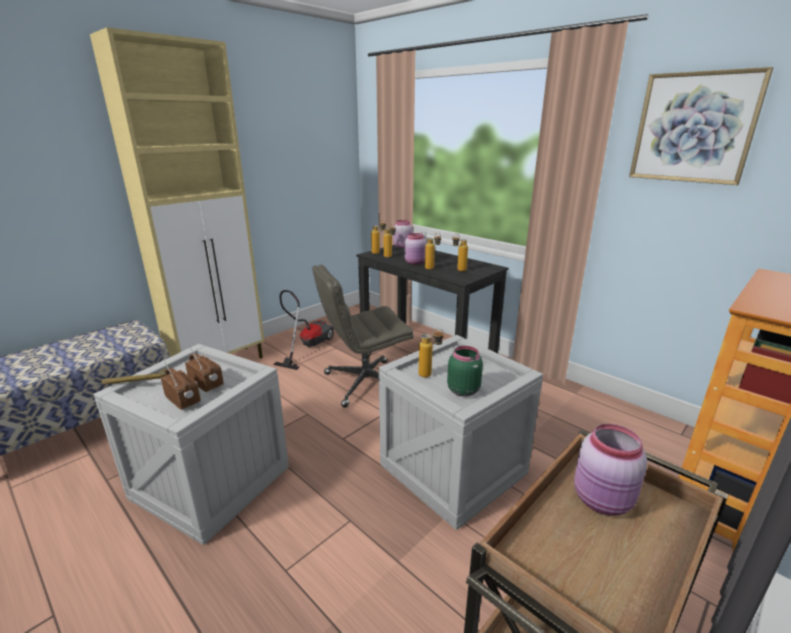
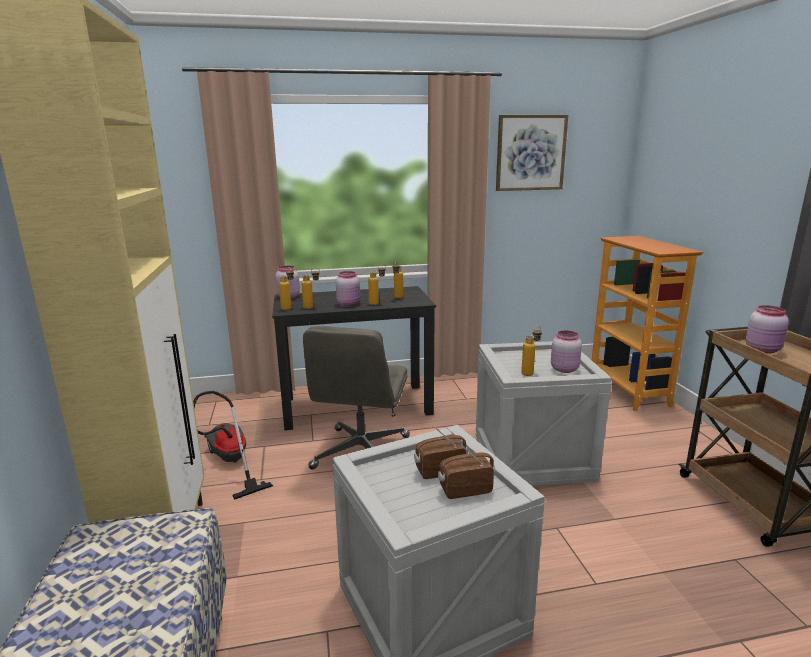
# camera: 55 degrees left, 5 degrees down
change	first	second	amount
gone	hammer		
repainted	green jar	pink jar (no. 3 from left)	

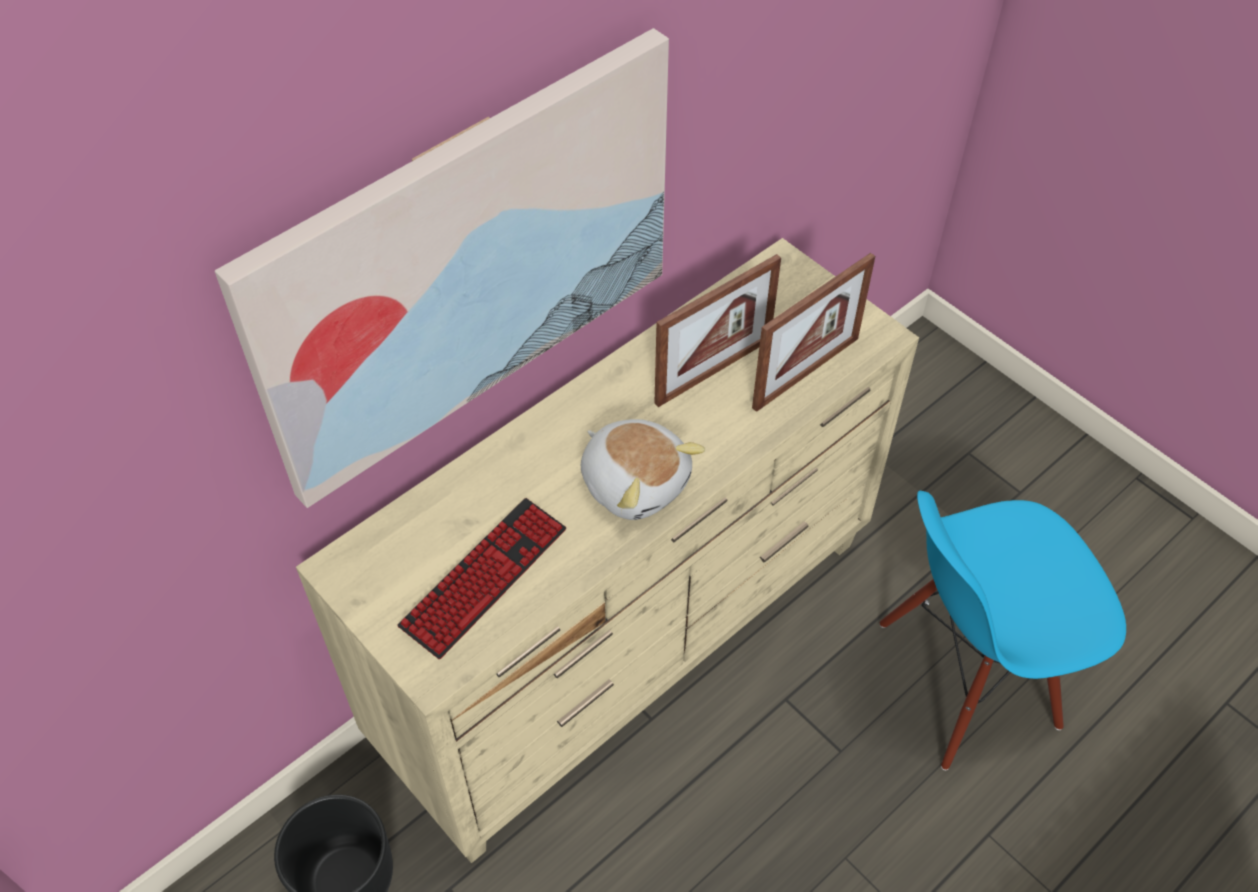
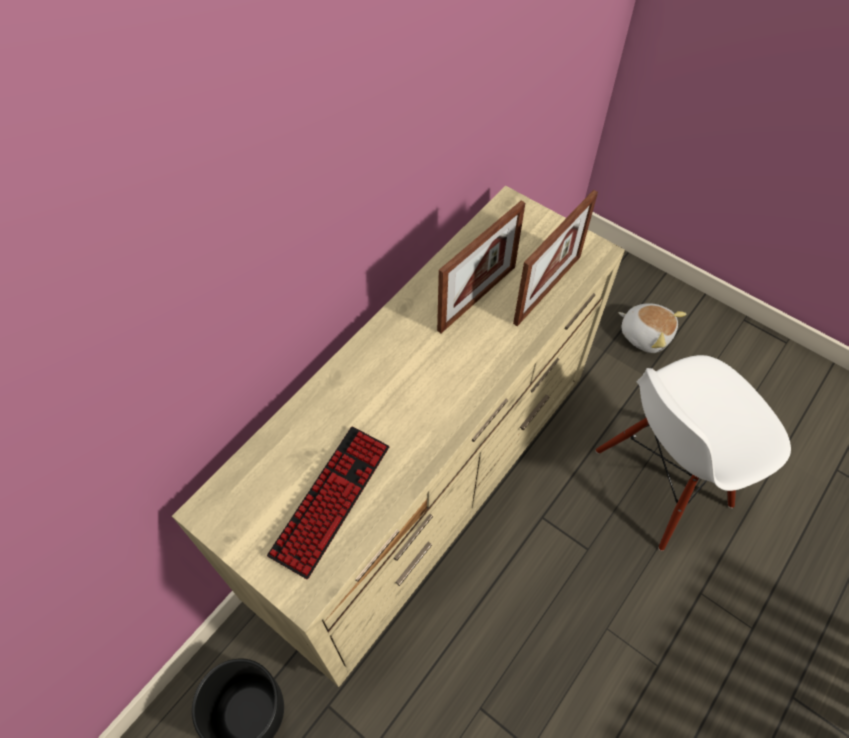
# camera: 10 degrees left, 5 degrees up
change	first	second	amount
gone	picture		
shifted	plush toy		
repainted	blue chair	white chair	

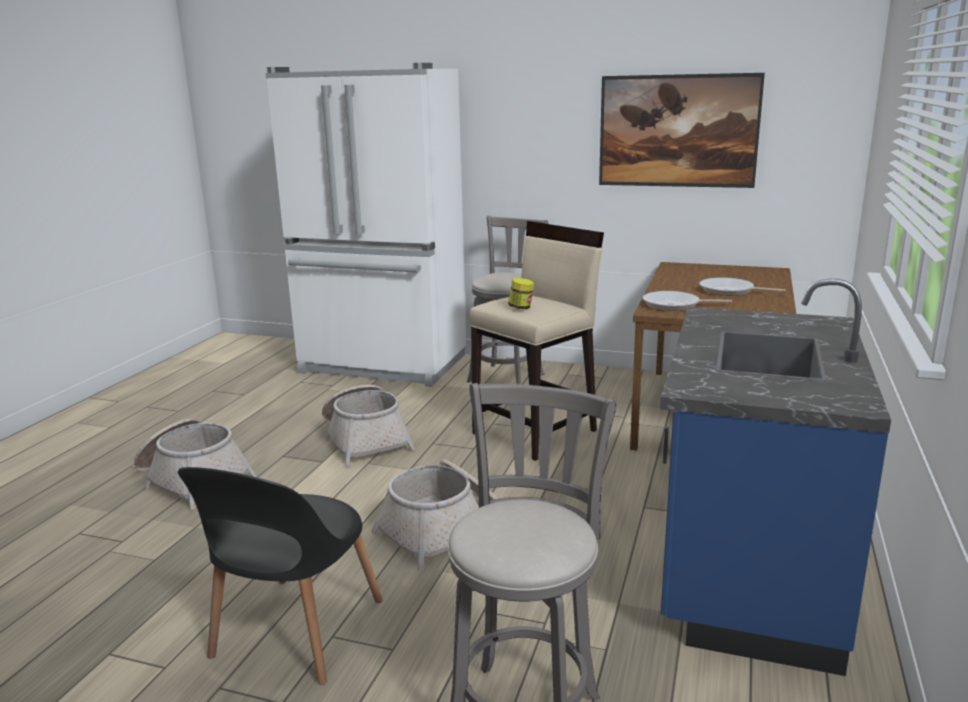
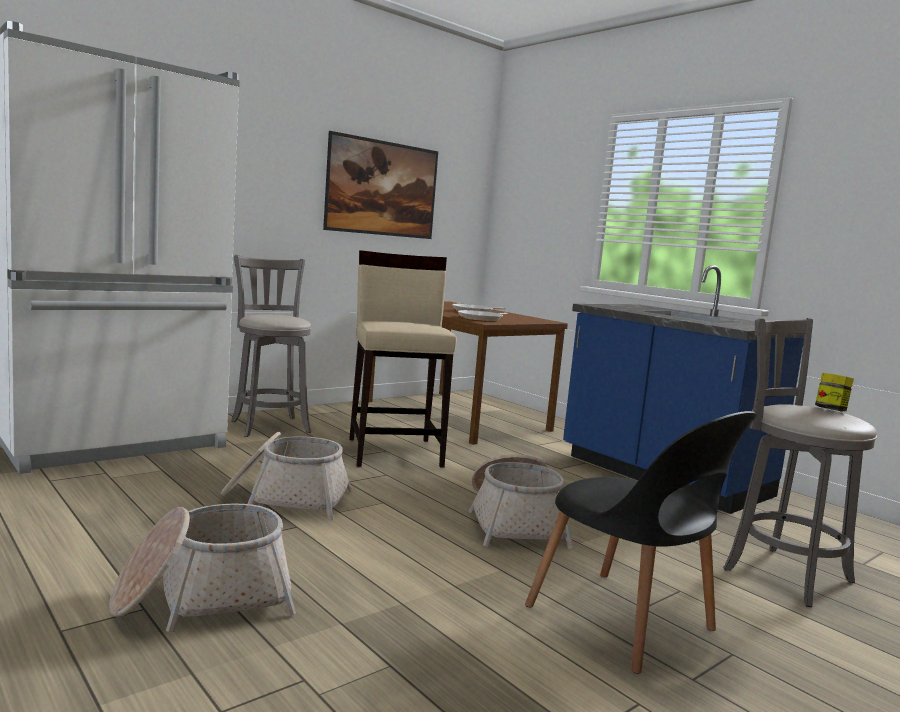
# camera: 60 degrees left, 10 degrees down
change	first	second	amount
shifted	jar		

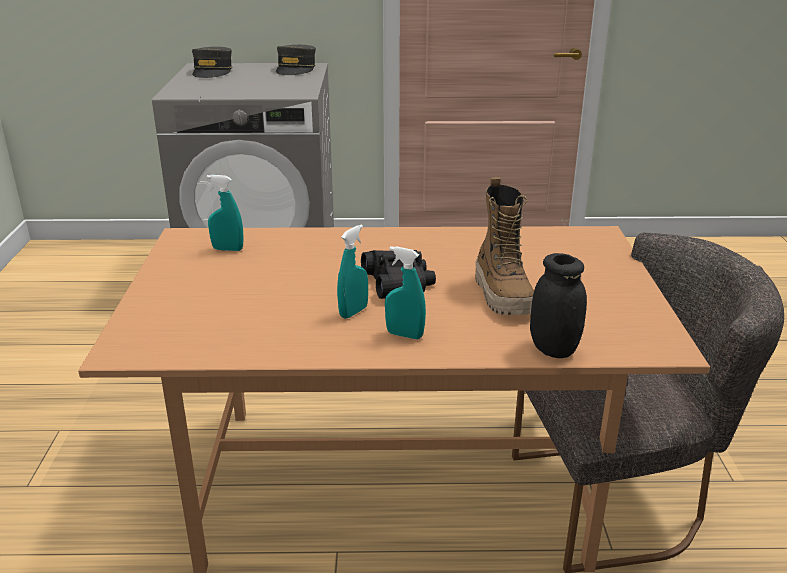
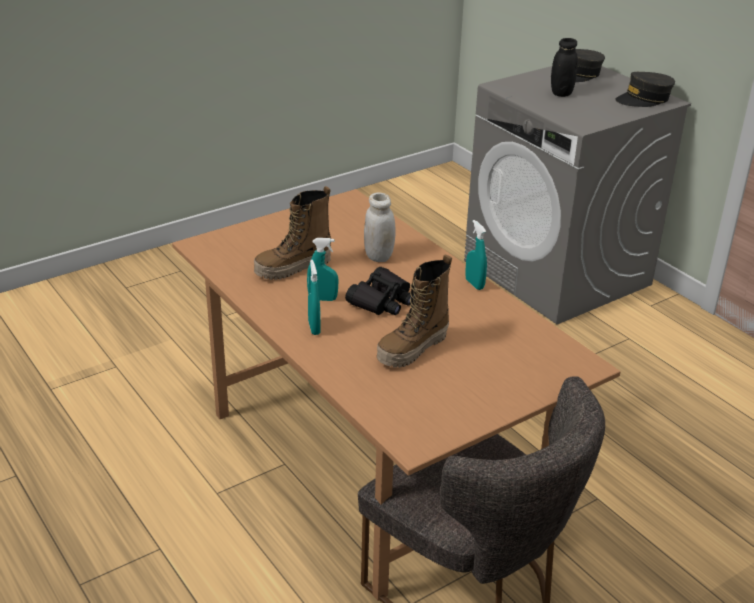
# camera: 55 degrees right, 5 degrees up
change	first	second	amount
shifted	turquoise spray bottle (no. 1 from left in the first image)	turquoise spray bottle (no. 3 from left)	
shifted	black jar		
new		boot (no. 1 from left)	
new		white jar	

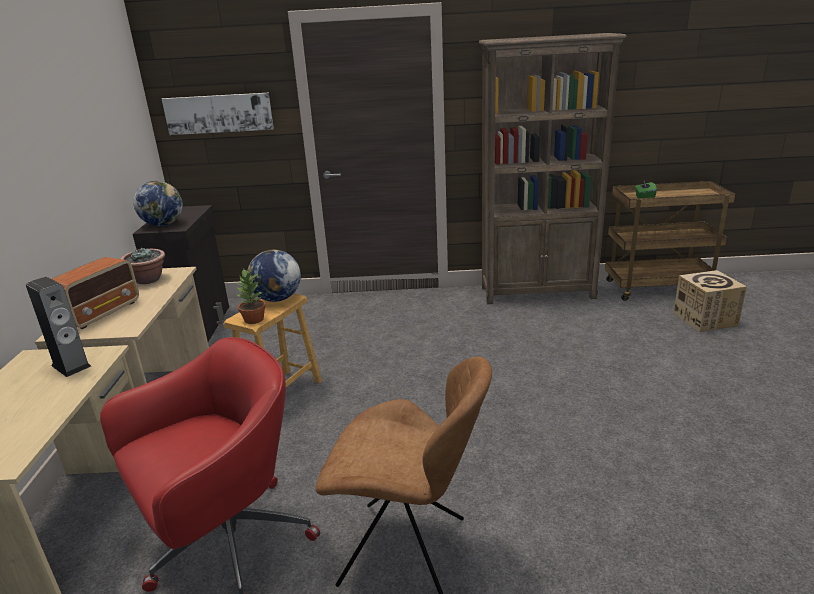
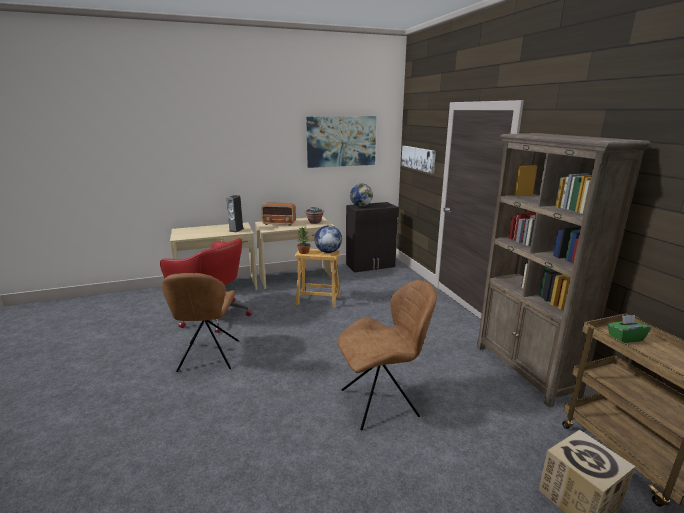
# camera: 70 degrees right, 5 degrees down
change	first	second	amount
new		picture (no. 1 from left)	
new		brown chair (no. 2 from left)	

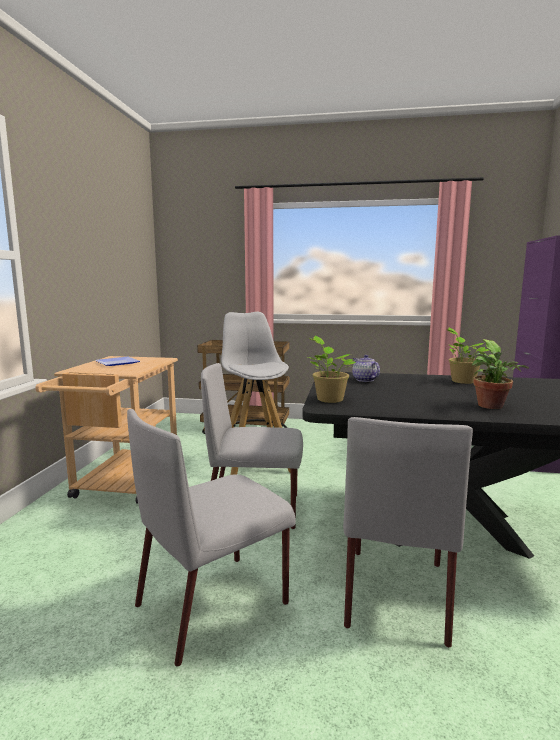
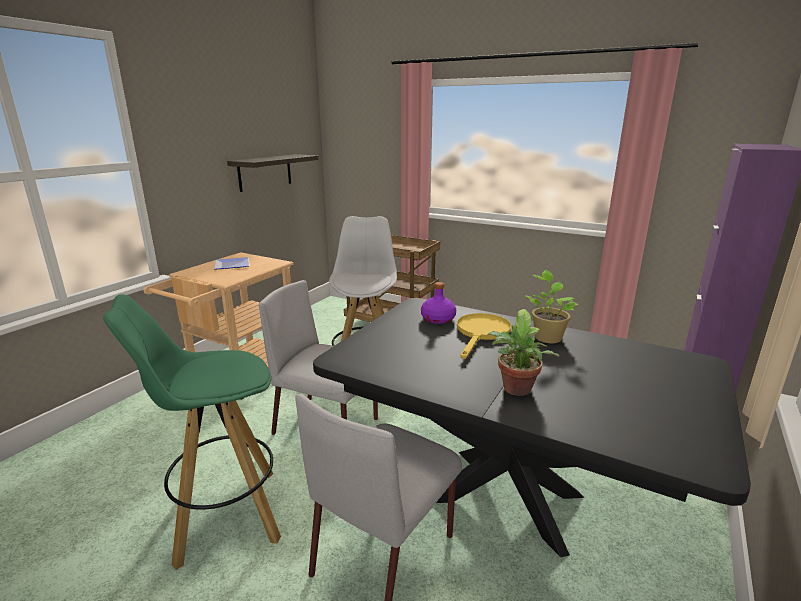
# camera: 20 degrees right, 10 degrees up
change	first	second	amount
swapped	grey chair (no. 1 from left)	green stool	
gone	potted plant (no. 1 from left)		
swapped	teapot	purple bottle	
new		shelf	
new		yellow frying pan	

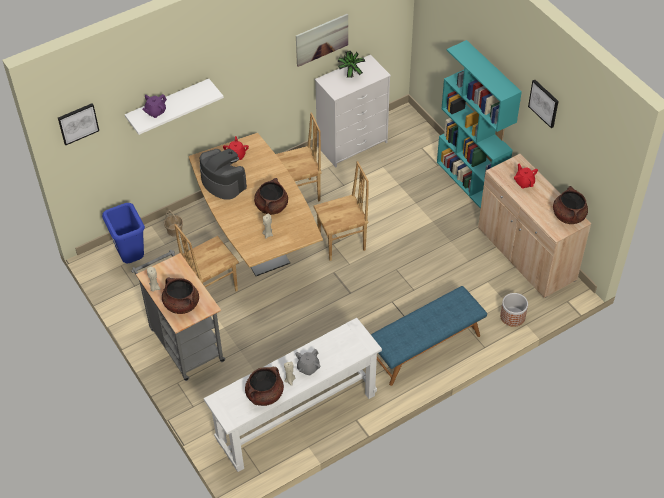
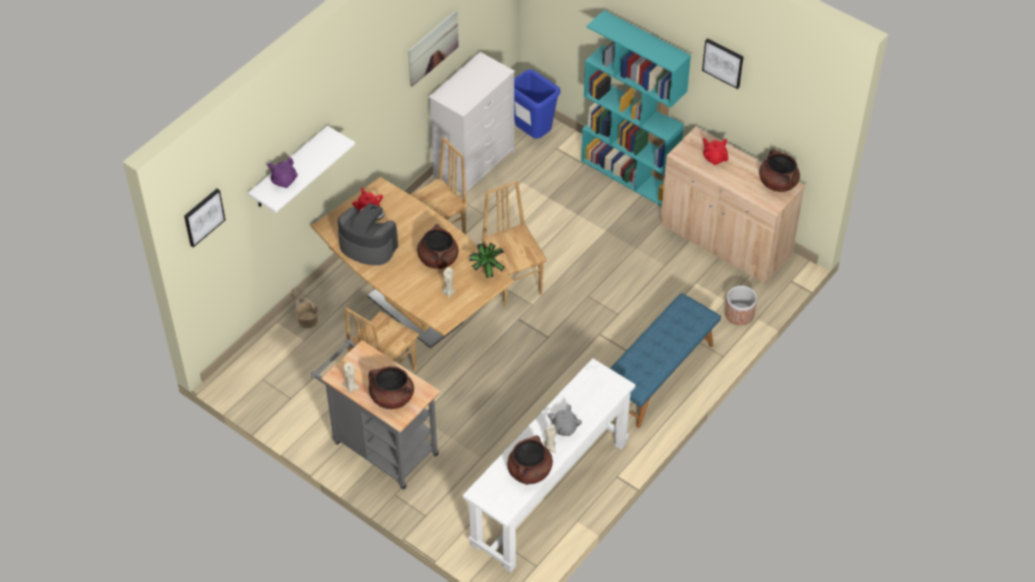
# camera: 20 degrees left, 0 degrees up
change	first	second	amount
shifted	blue trash can		
rotated	brown chair (no. 3 from left)		75 degrees counterclockwise
shifted	potted plant		

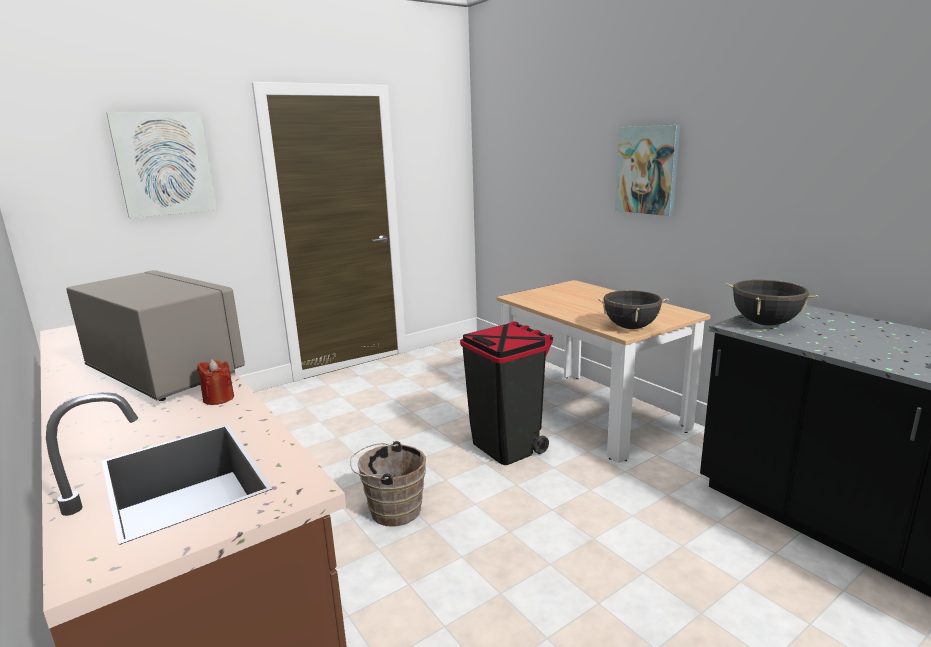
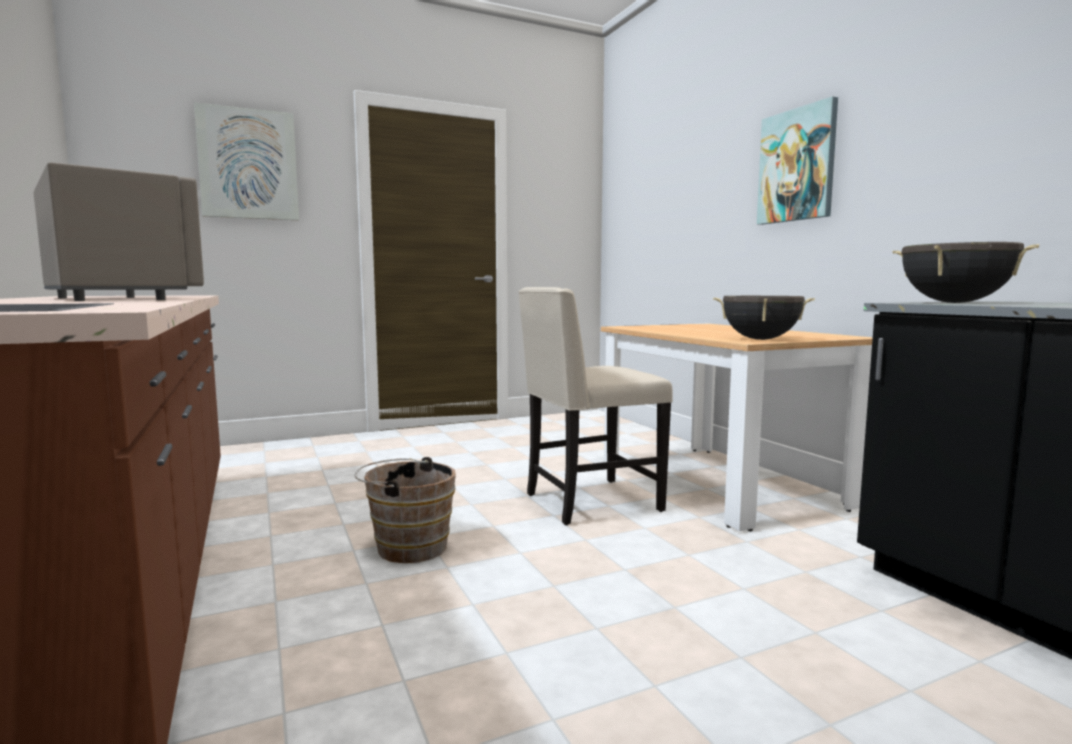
# camera: 10 degrees right, 10 degrees down
change	first	second	amount
gone	red candle		
swapped	black trash can	beige chair	

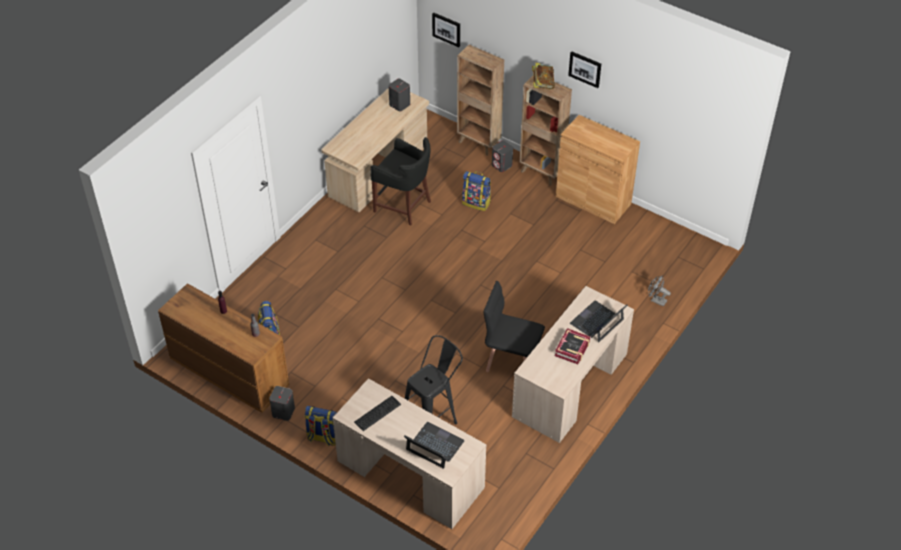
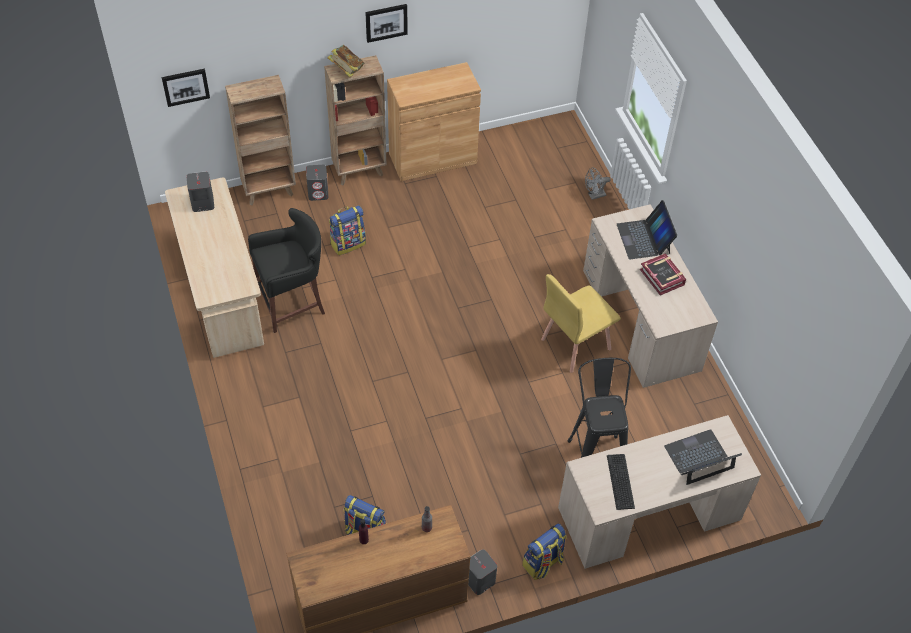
# camera: 55 degrees left, 5 degrees up
change	first	second	amount
repainted	black chair	yellow chair	

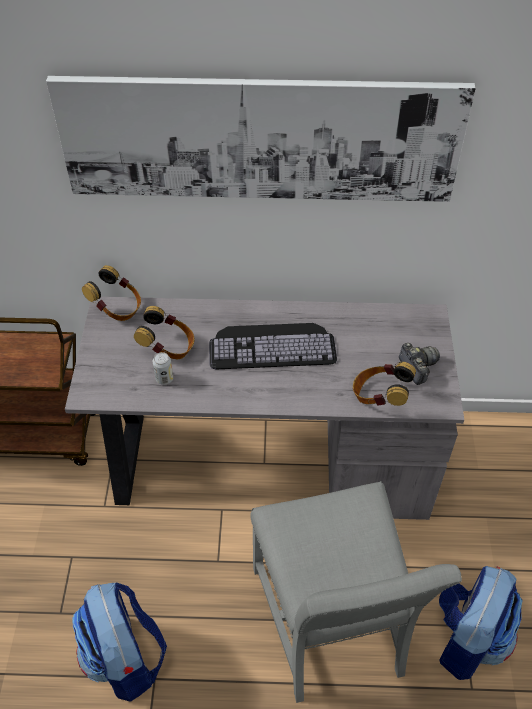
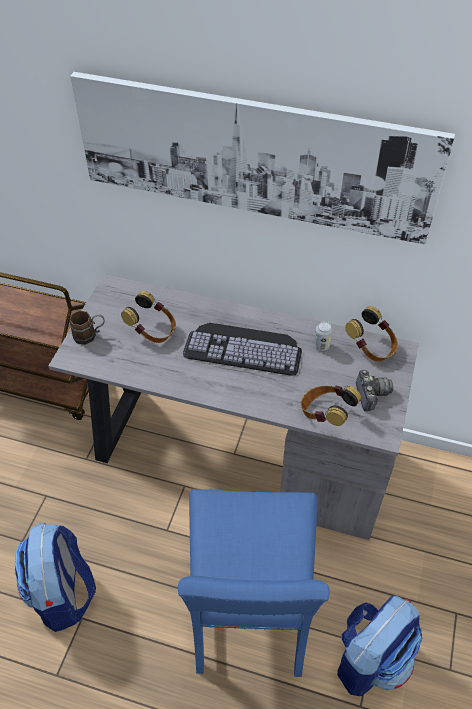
# camera: 15 degrees right, 0 degrees up
change	first	second	amount
shifted	headphones (no. 1 from left in the first image)	headphones (no. 3 from left)	
shifted	can		
repainted	grey chair	blue chair	
new		brown mug	

